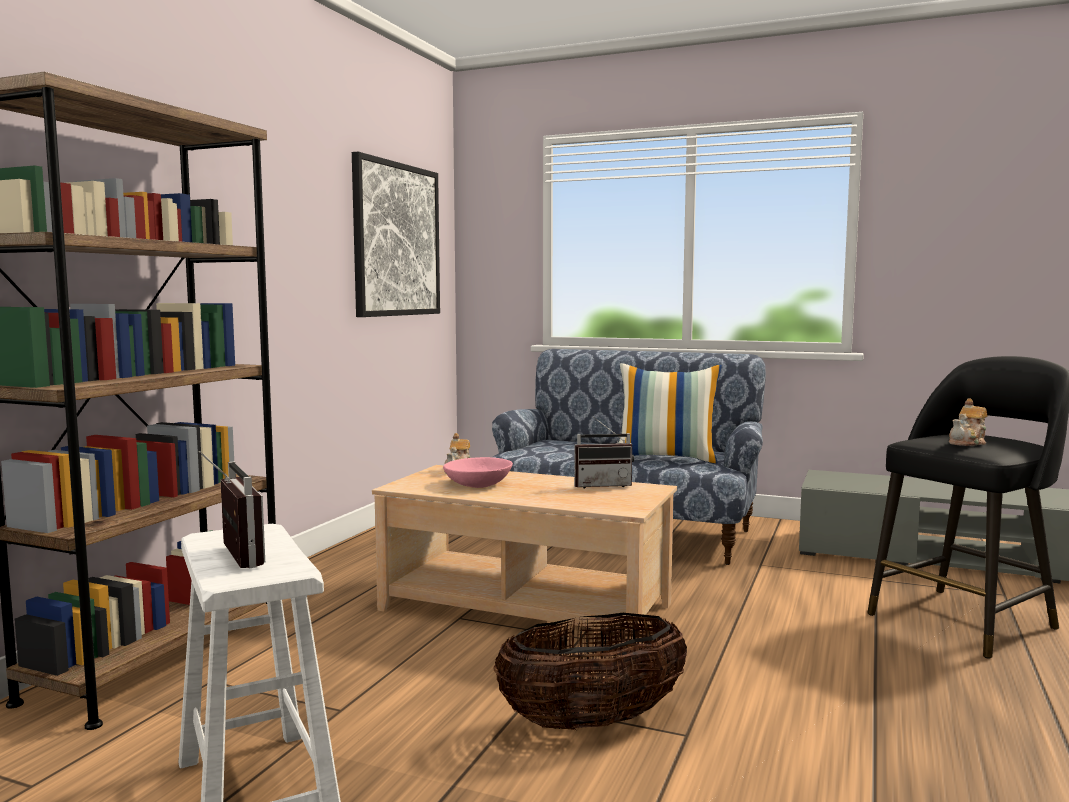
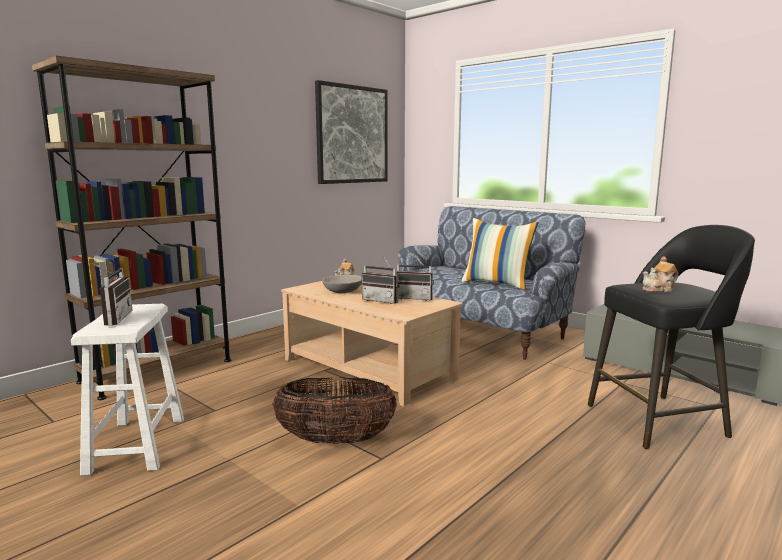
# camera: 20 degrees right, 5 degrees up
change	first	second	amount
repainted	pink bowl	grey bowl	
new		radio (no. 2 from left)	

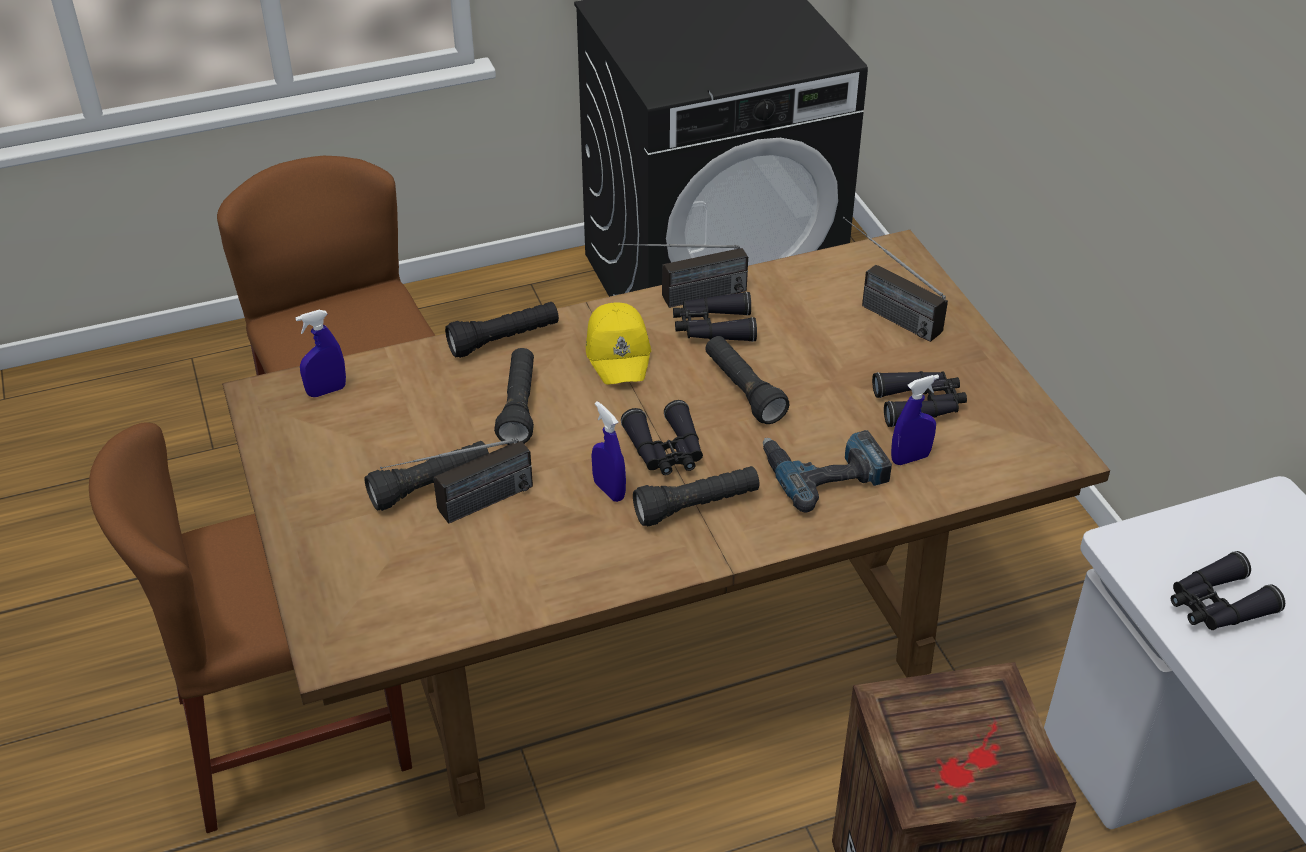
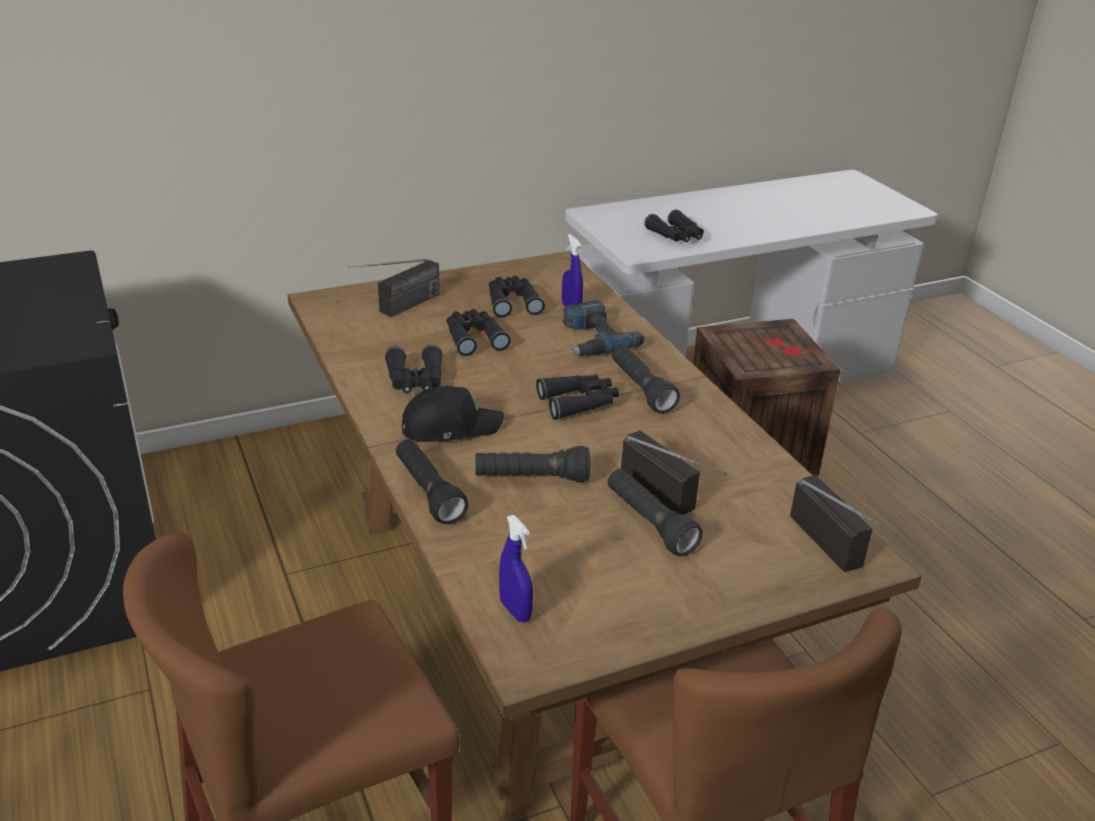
# camera: 95 degrees left, 10 degrees down
change	first	second	amount
repainted	yellow cap	black cap	
gone	blue spray bottle (no. 2 from left)		
shifted	radio (no. 2 from left in the first image)	radio (no. 3 from left)	
gone	black flashlight (no. 5 from left)		
new		black binoculars (no. 2 from left)	

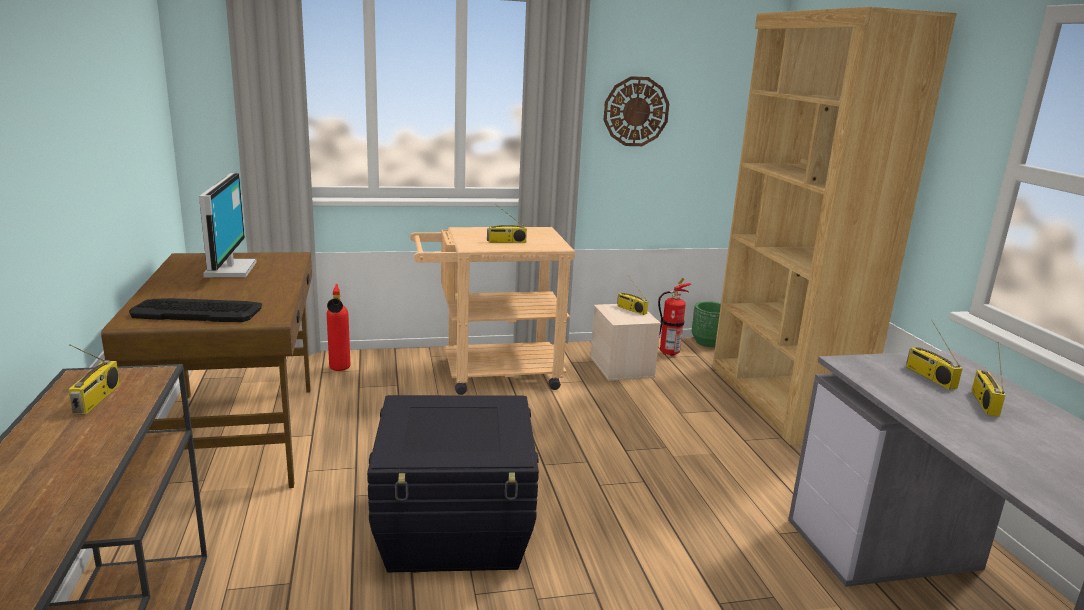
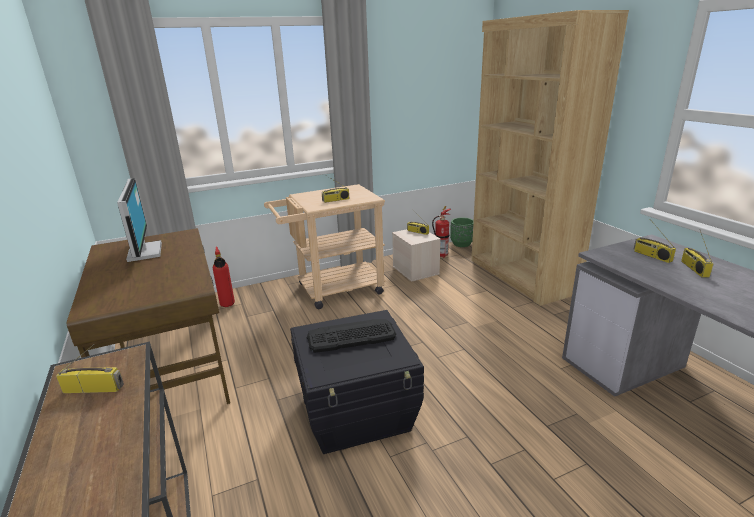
# camera: 10 degrees left, 5 degrees up
change	first	second	amount
rotated	radio (no. 1 from left)		75 degrees counterclockwise
shifted	keyboard		
gone	wall clock		

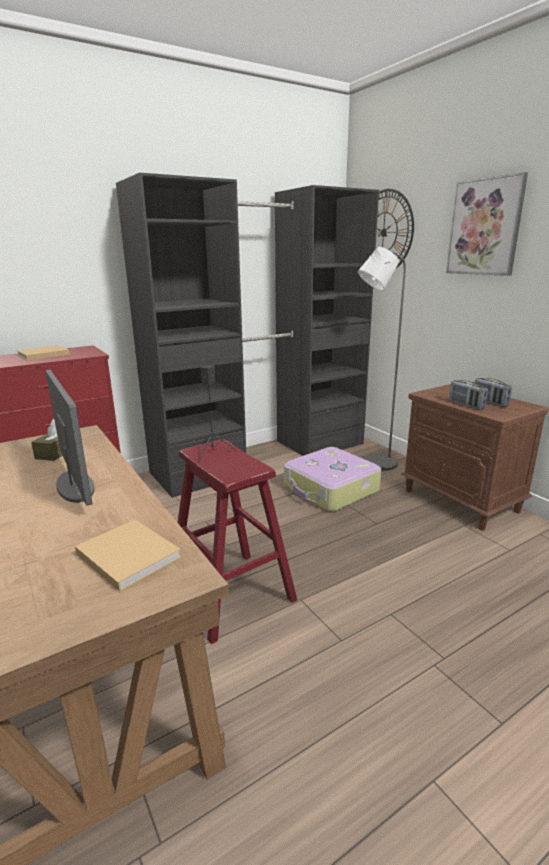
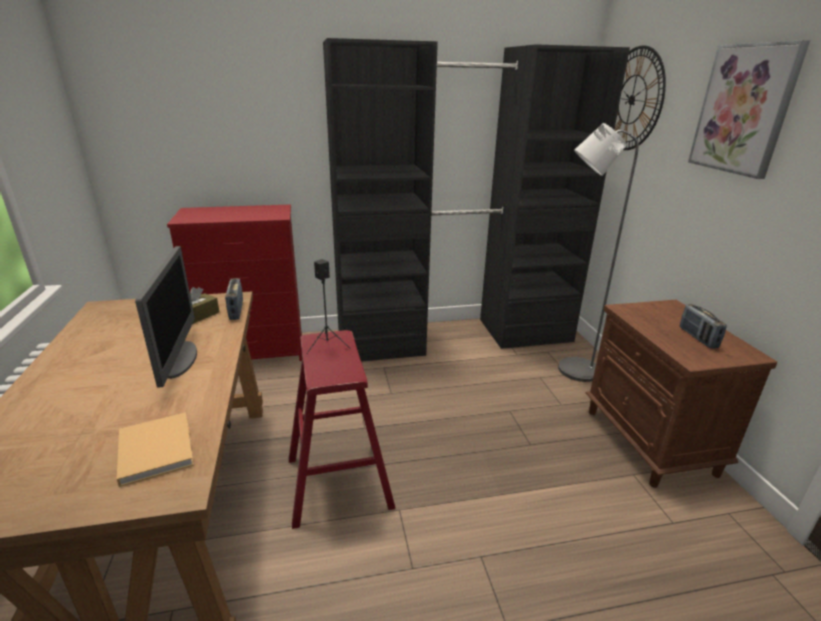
# camera: 20 degrees right, 5 degrees up
change	first	second	amount
gone	beige book (no. 1 from left)		
gone	suitcase		
shifted	radio (no. 1 from left)		

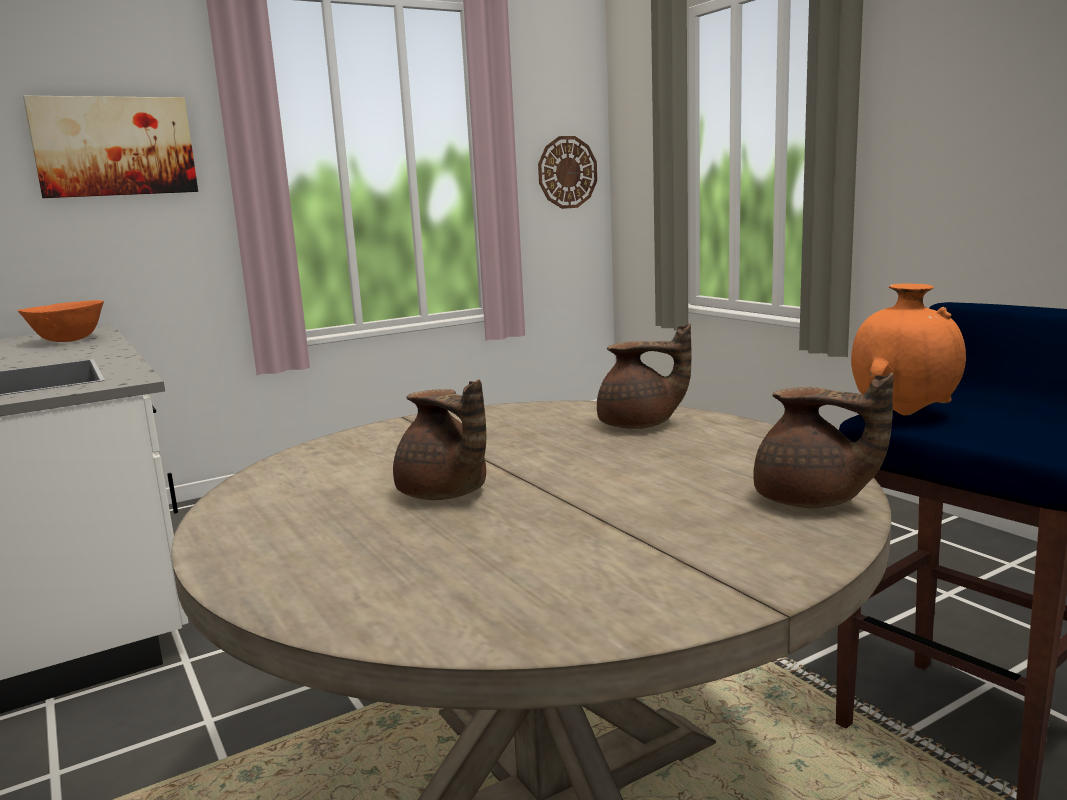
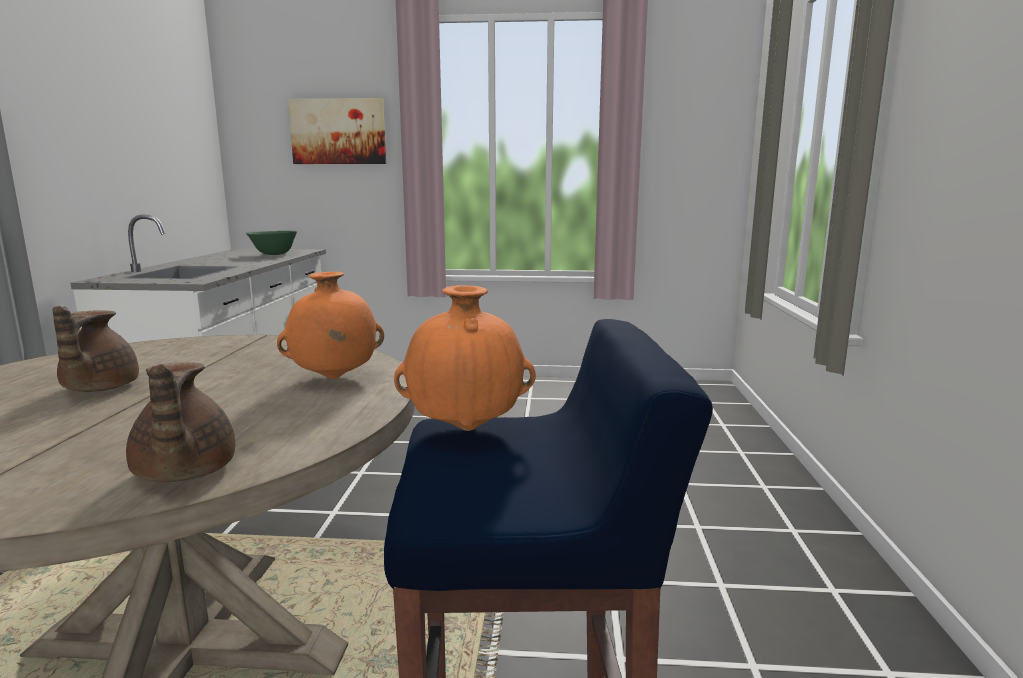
# camera: 35 degrees right, 0 degrees up
change	first	second	amount
repainted	orange bowl	green bowl	
gone	wall clock		
swapped	brown teapot (no. 2 from left)	orange vase (no. 1 from left)	

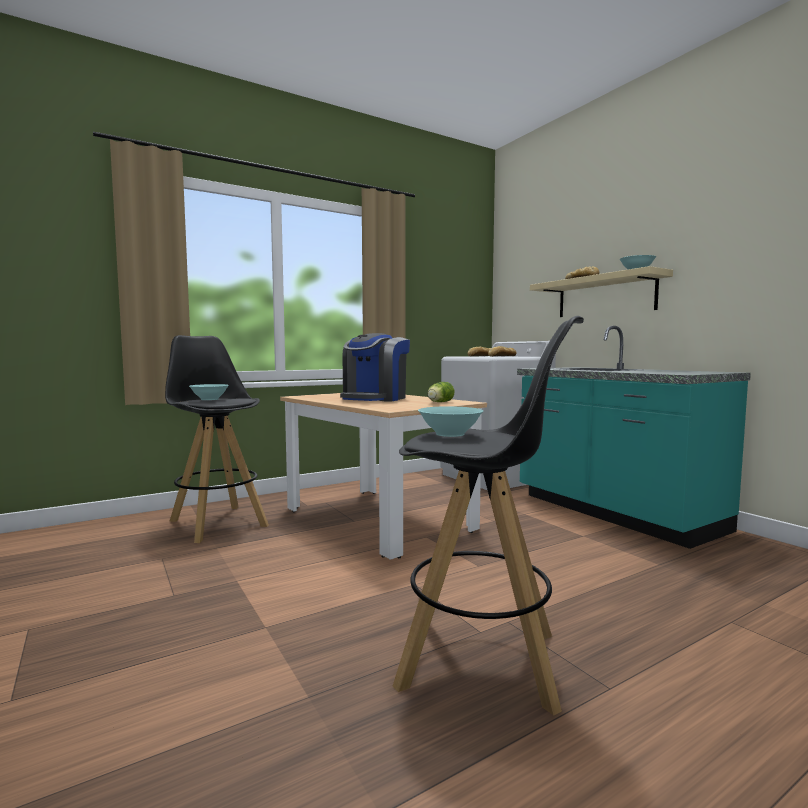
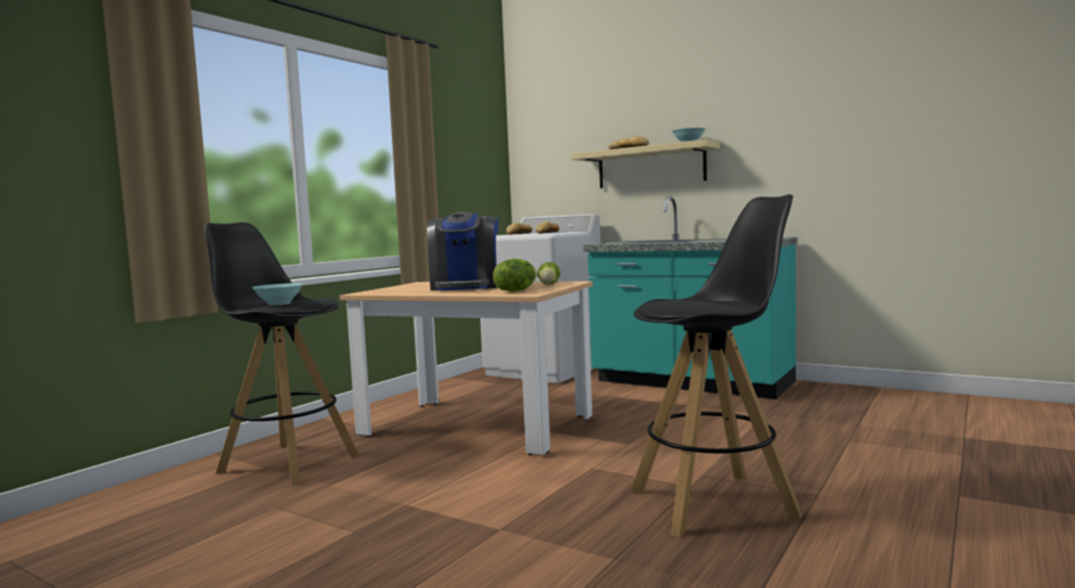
# camera: 25 degrees left, 0 degrees up
change	first	second	amount
gone	turquoise bowl (no. 2 from left)		
new		lettuce (no. 1 from left)	

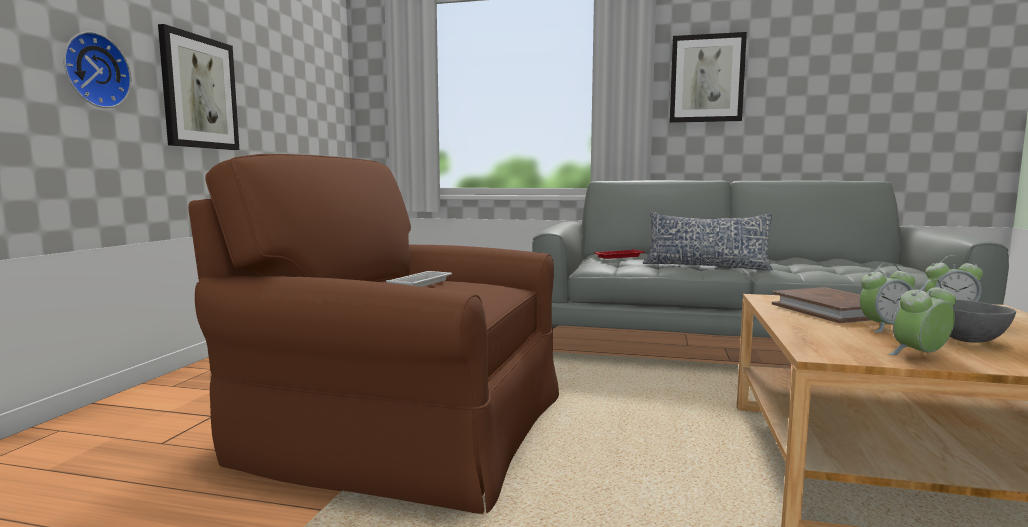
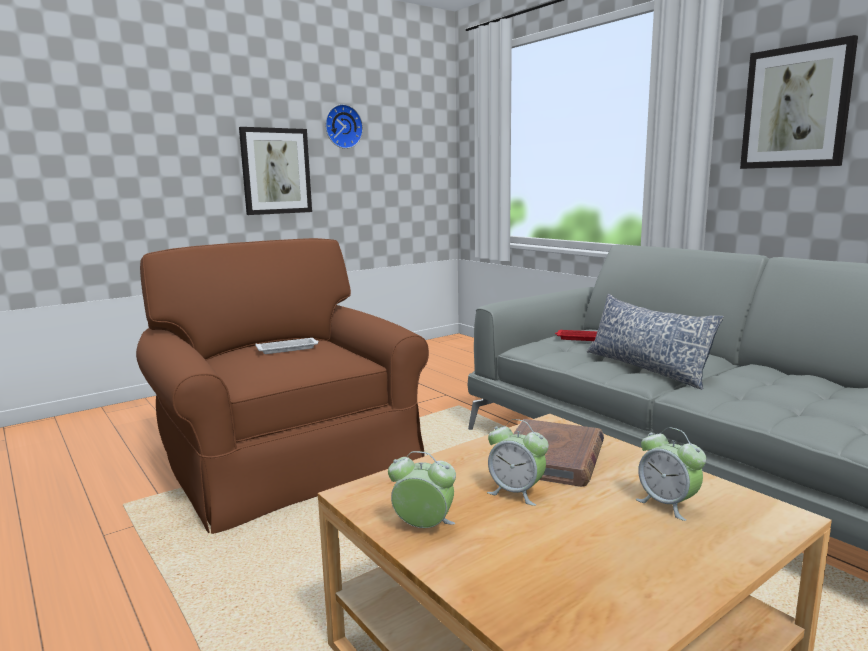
# camera: 40 degrees right, 5 degrees up
change	first	second	amount
shifted	wall clock		
gone	grey bowl		

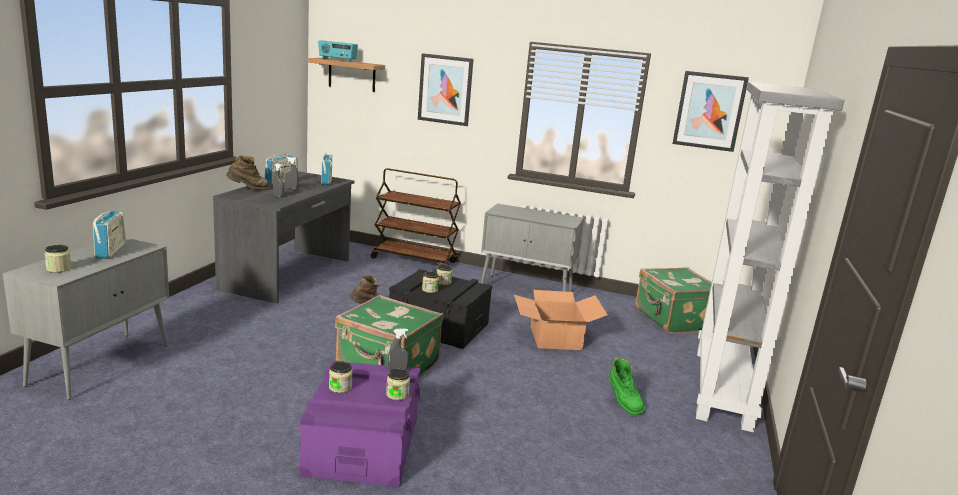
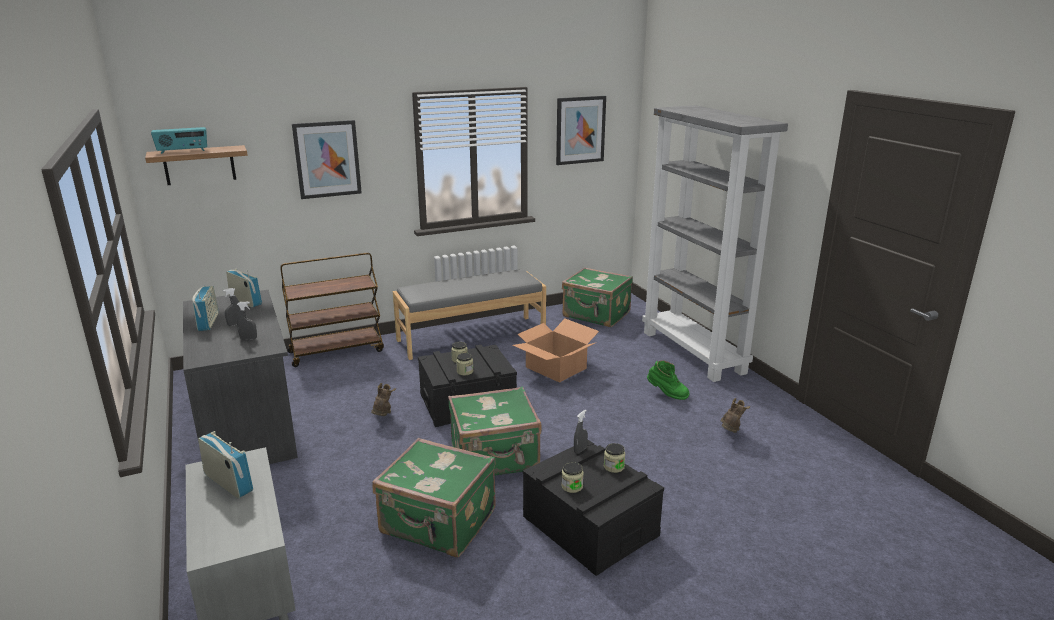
# camera: 40 degrees left, 5 degrees up
change	first	second	amount
gone	jar (no. 1 from left)		
shifted	brown boot (no. 1 from left in the first image)	brown boot (no. 2 from left)	
repainted	purple storage box	black storage box (no. 2 from left)	
swapped	grey cabinet (no. 2 from left)	grey bench	
new		green suitcase (no. 1 from left)	

